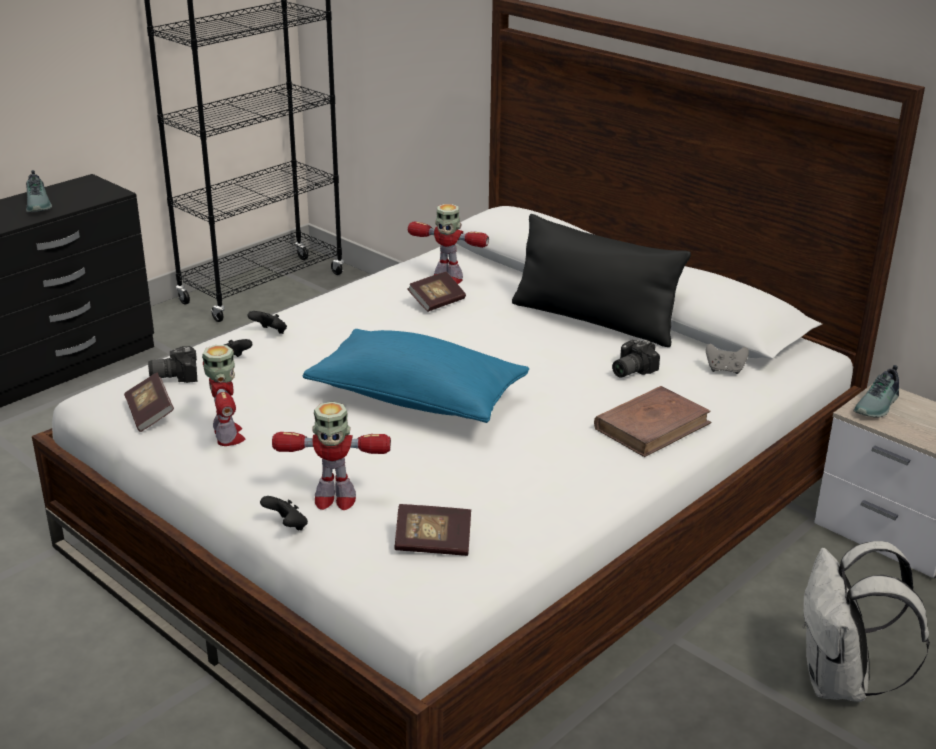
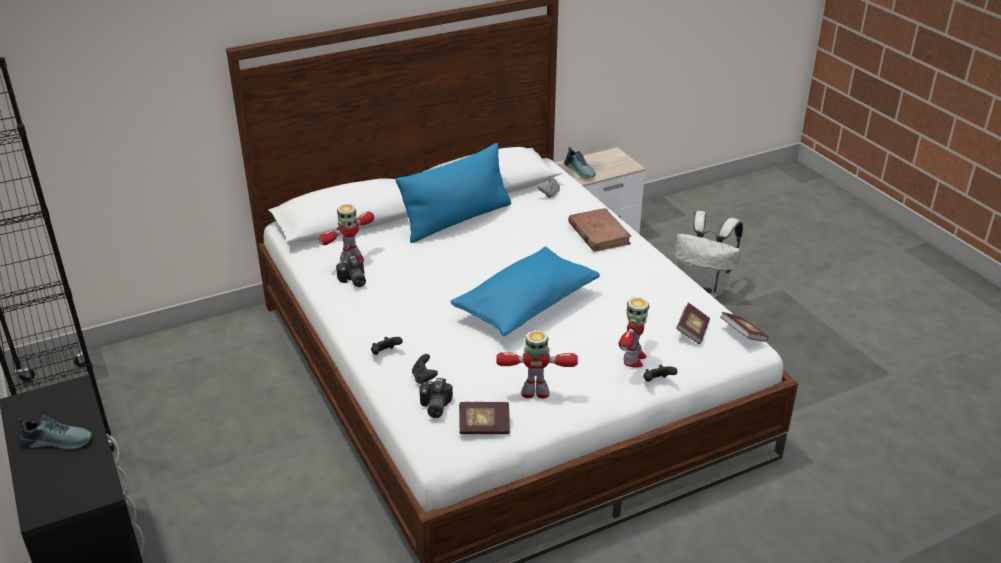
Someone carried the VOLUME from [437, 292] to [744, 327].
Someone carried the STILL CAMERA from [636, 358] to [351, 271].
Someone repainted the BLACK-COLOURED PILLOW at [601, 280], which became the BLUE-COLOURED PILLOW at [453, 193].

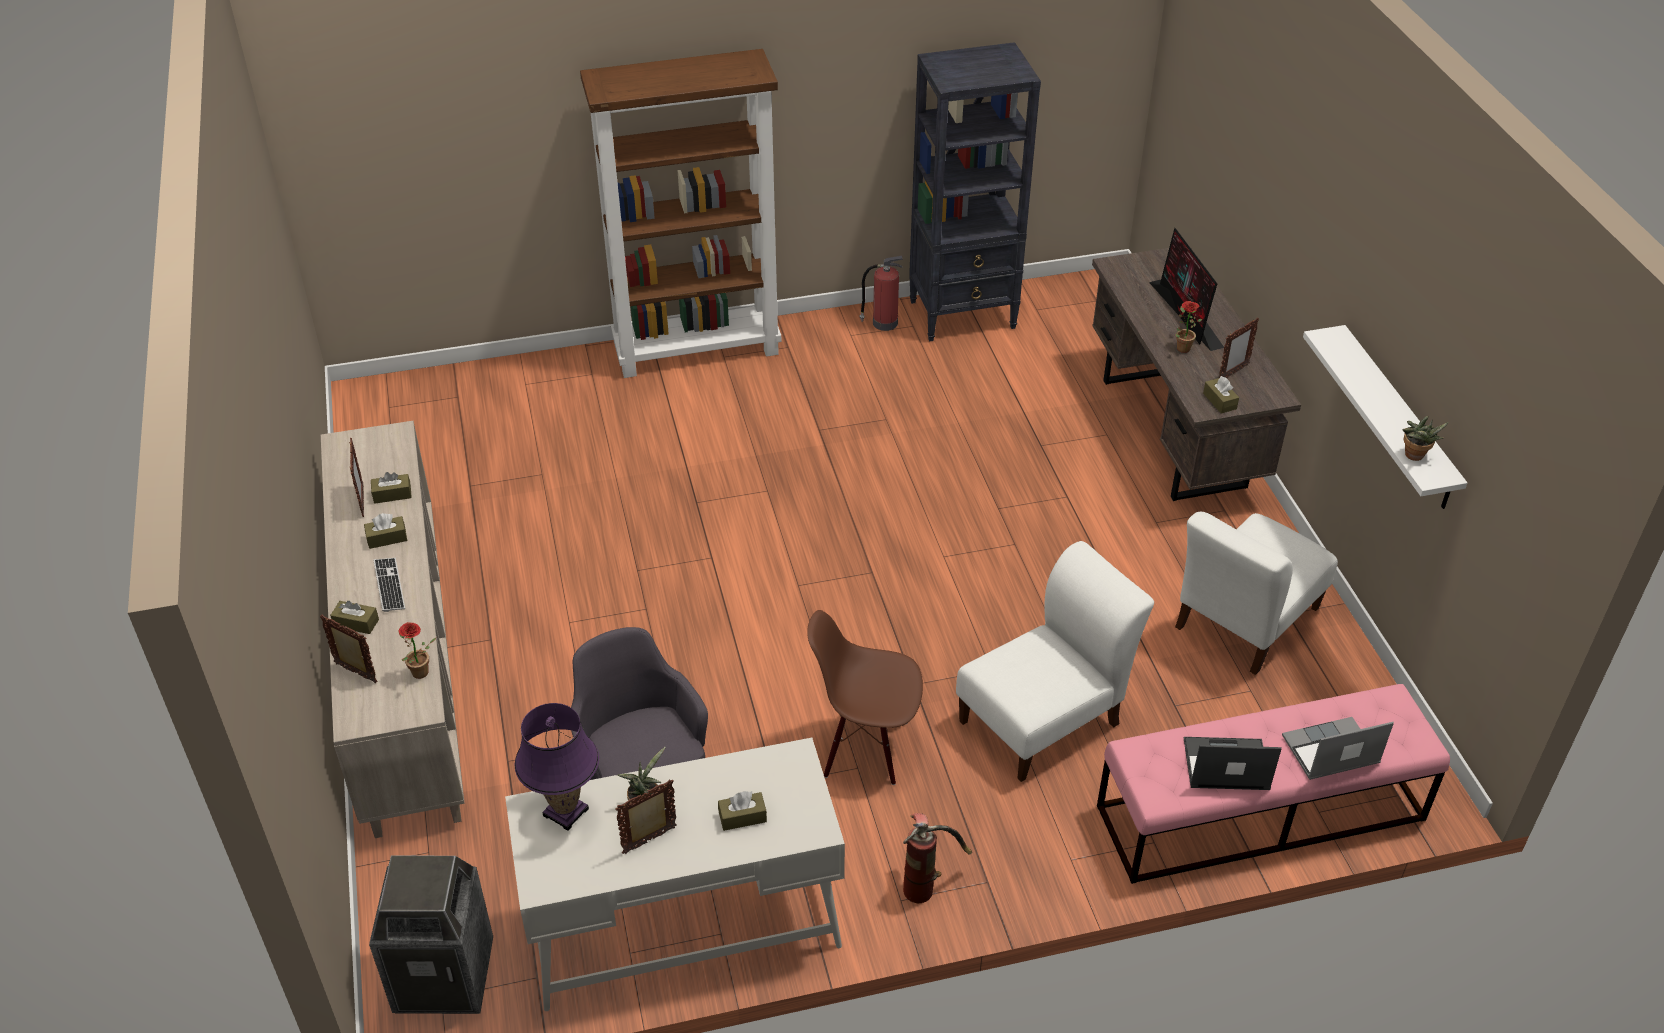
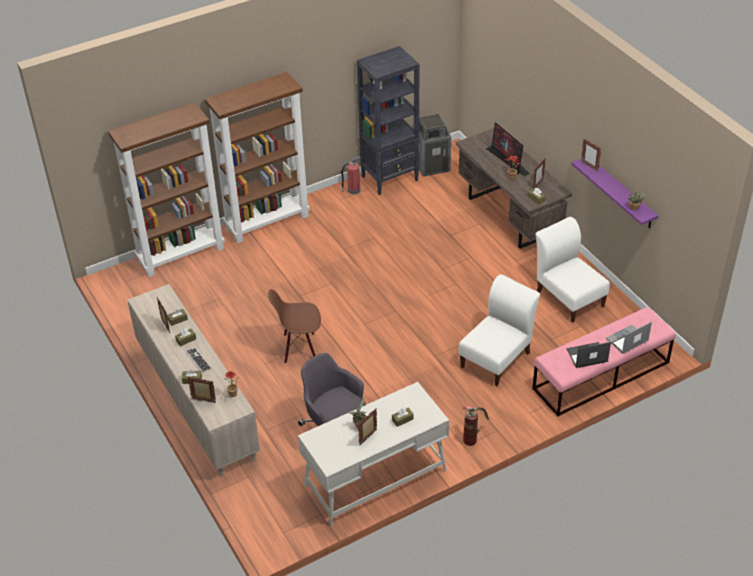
Someone took away the PURPLE TABLE LAMP at [557, 767].
Someone put down the BROWNISH BOOKCASE at [166, 190].
Someone put down the STANDING FRAME at [591, 154].
Someone carried the TRASH CAN from [431, 934] to [435, 145].
Someone carried the BROWNISH UPRIGHT CHAIR from [865, 697] to [294, 326].
Someone repainted the WHITISH BRACKET SHELF at [1385, 417], which became the PURPLE BRACKET SHELF at [615, 193].
Someone rotated the WHITISH UPRIGHT CHAIR at [1256, 593] by 120 degrees clockwise.

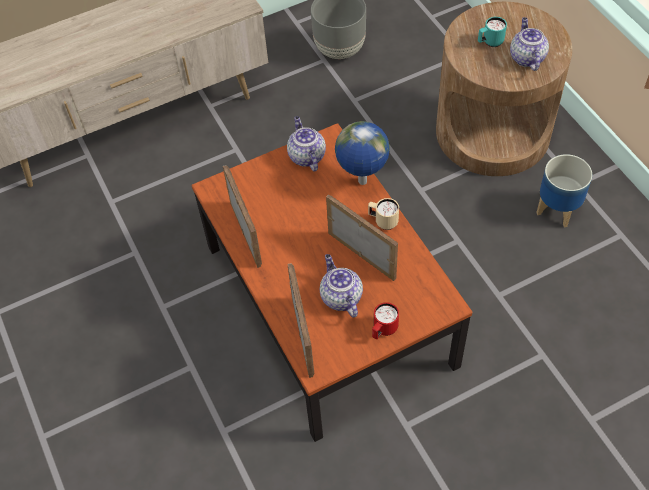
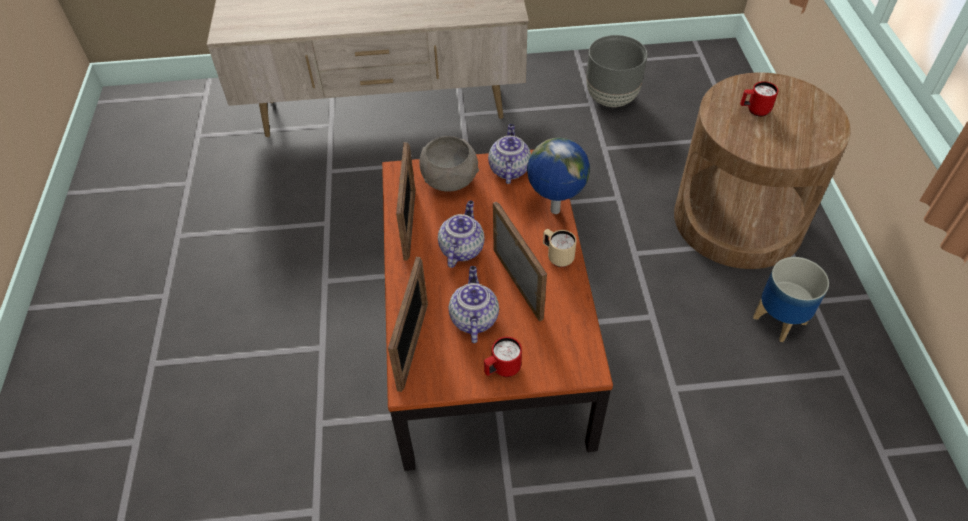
Someone put down the GREYISH BOWL at [449, 164].
Someone carried the POT FOR TEA from [529, 44] to [461, 234].
Someone repainted the TURQUOISE TEA MUG at [492, 32], which became the REDDISH TEA MUG at [759, 99].

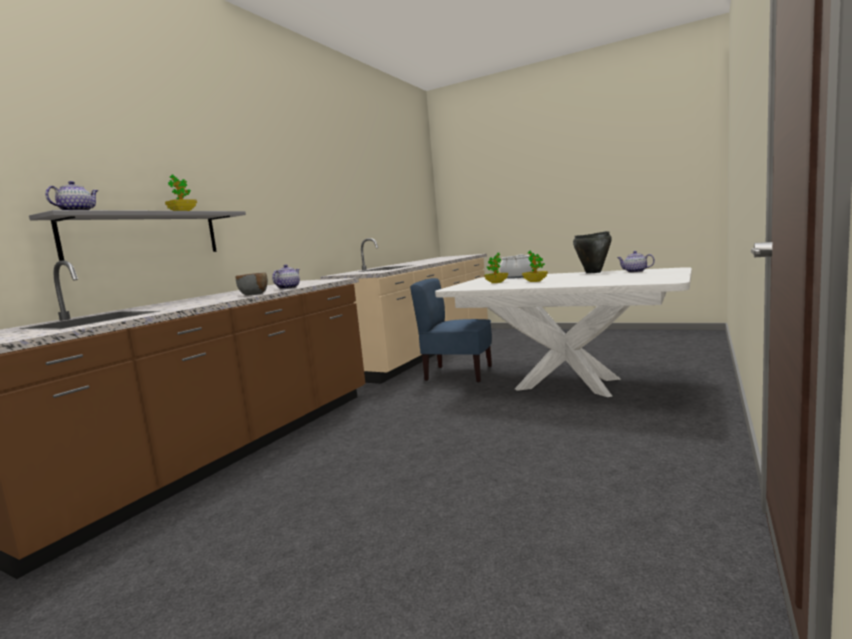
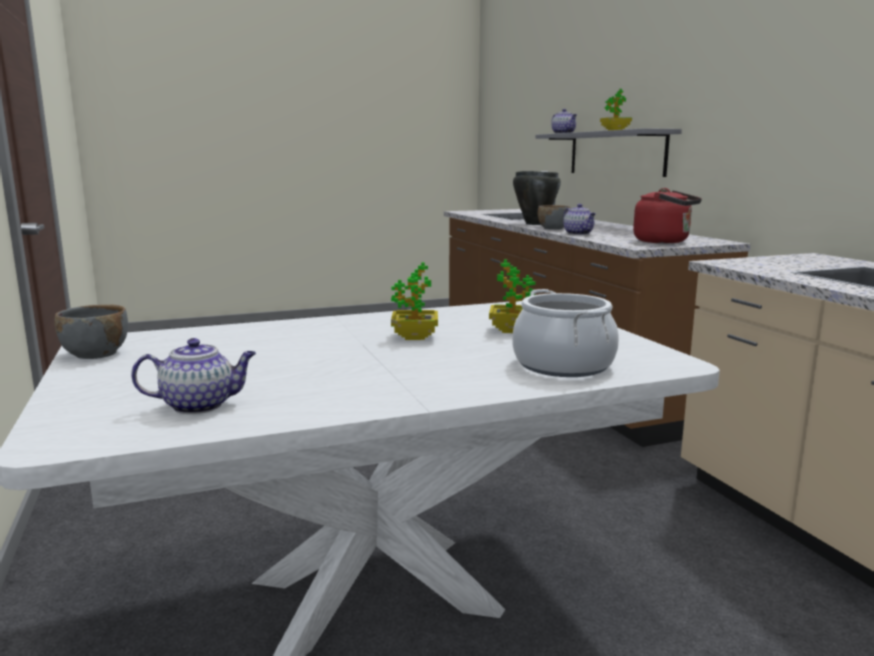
Someone took away the BLUE-COLOURED UPRIGHT CHAIR at [451, 330].
Someone put down the GREYISH BOWL at [91, 332].
Someone put down the REDDISH TEA KETTLE at [667, 215].
Someone carried the BLACK-COLOURED SAUCEPOT from [592, 252] to [537, 198].

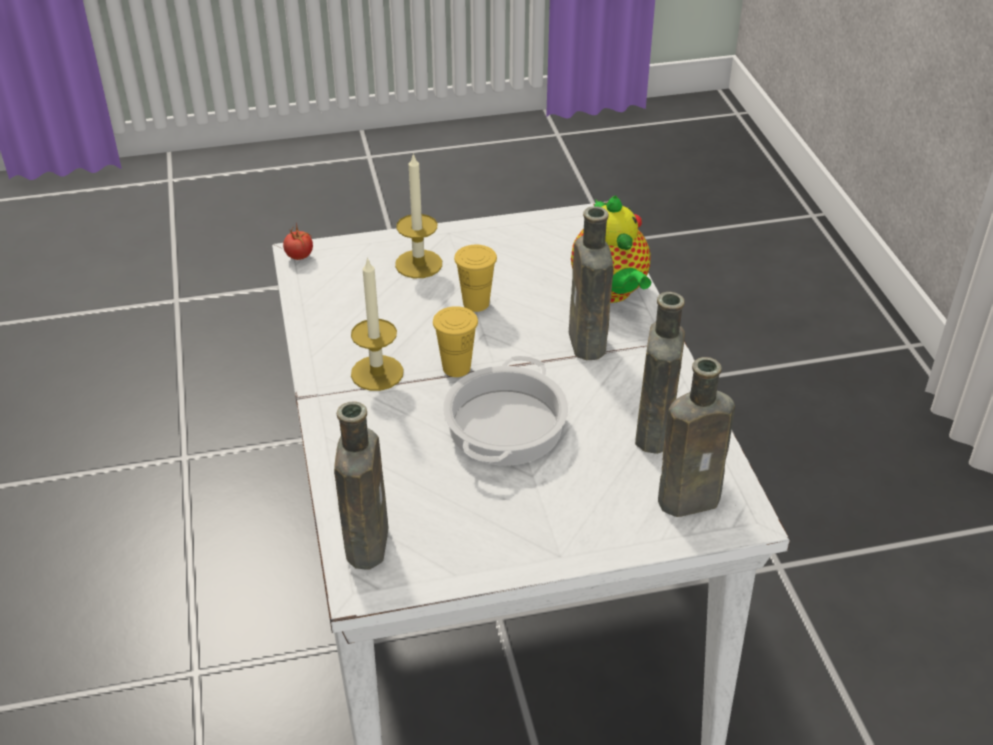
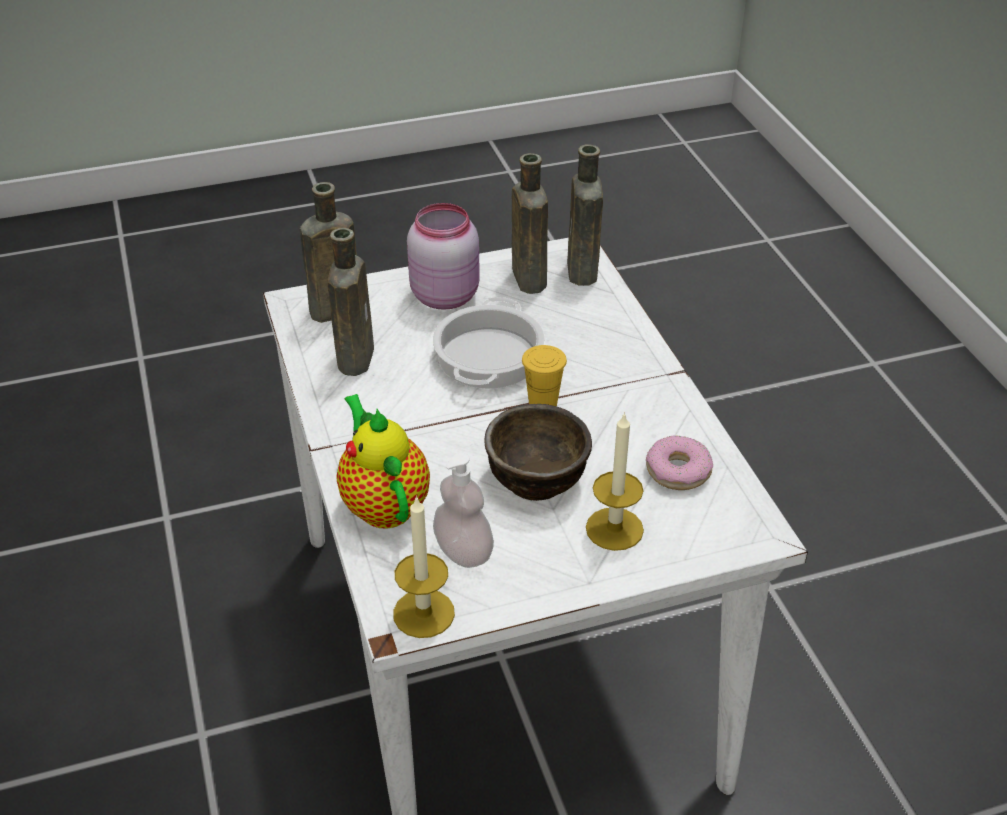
Someone took away the WHOLE TOMATO at [298, 241].
Someone put down the PINK-COLOURED JAR at [443, 256].
Someone put down the LIQUID SOAP BOTTLE at [463, 510].
Someone put down the DONUT at [679, 462].
Someone carried the WAX LIGHT from [377, 324] to [424, 566].
Someone carried the BROWNISH BOTTLE from [591, 283] to [529, 223].
Someone swapped the YELLOW-COLOURED CUP at [475, 278] for the BROWNISH BOWL at [538, 452].

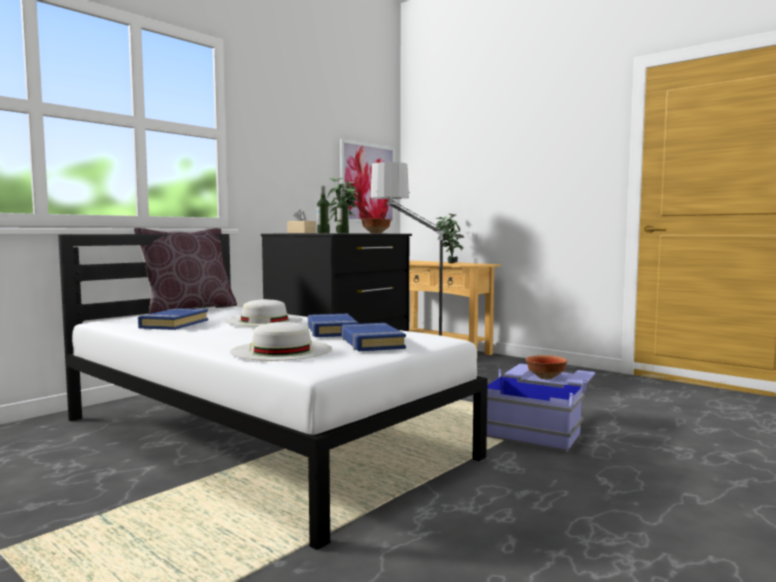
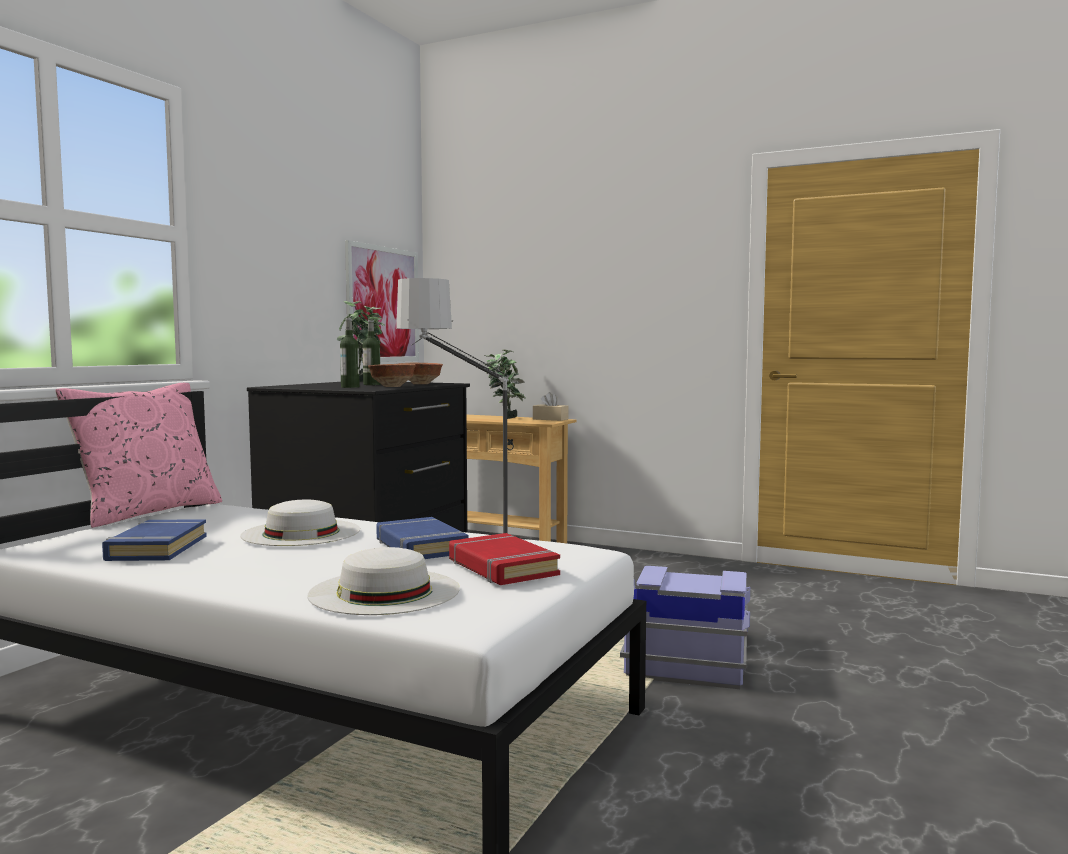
Someone carried the BEIGE-COLOURED TISSUE BOX from [301, 221] to [550, 406].
Someone carried the BOWL from [546, 367] to [392, 375].
Someone repainted the BROWNISH PILLOW at [185, 271], which became the PINK-COLOURED PILLOW at [138, 455].
Someone repainted the BLUE-COLOURED VOLUME at [373, 337], which became the REDDISH VOLUME at [504, 559].

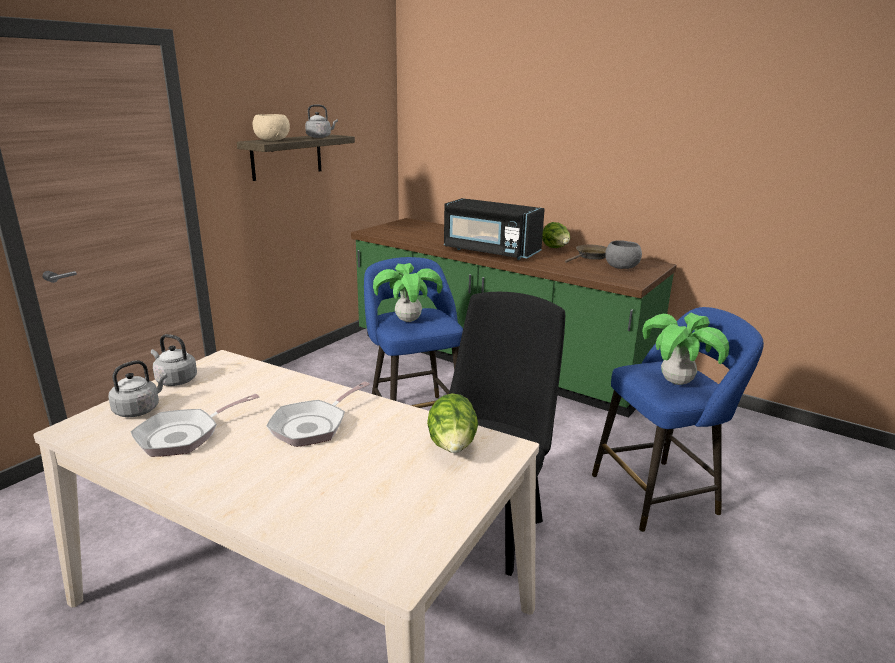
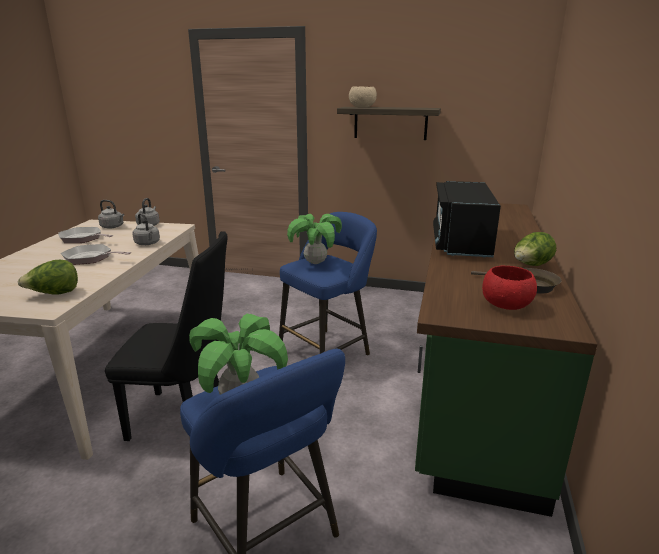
Someone carried the GREYISH TEA KETTLE from [321, 121] to [146, 229].
Someone repainted the GREYISH BOWL at [623, 254], which became the REDDISH BOWL at [509, 288].

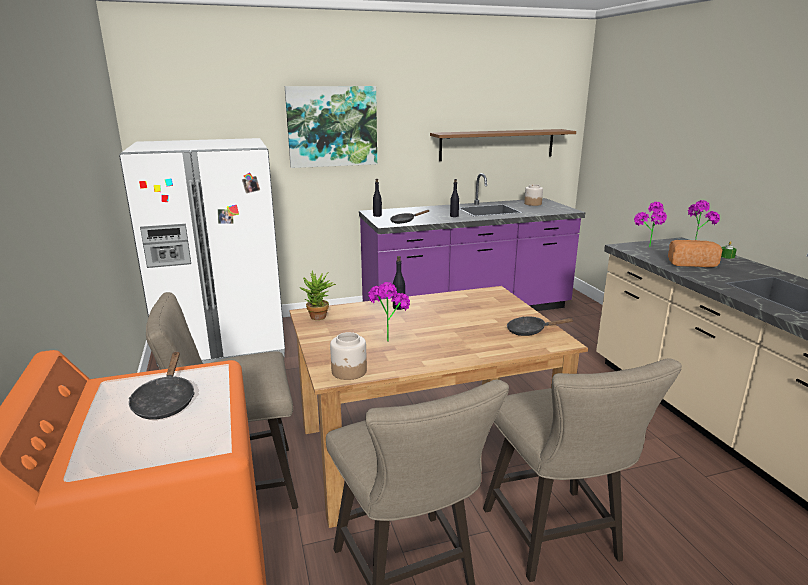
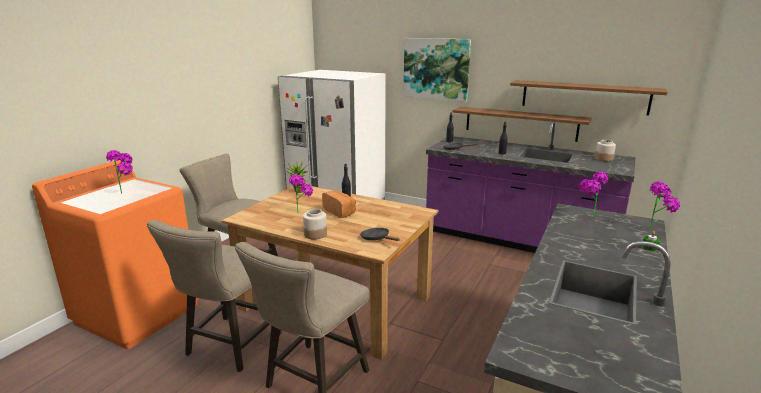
Someone put up the BROWNISH BRACKET SHELF at [521, 124].
Someone carried the JAR from [348, 356] to [315, 224].
Someone carried the BAKED BREAD from [695, 253] to [339, 204].
Someone swapped the BLACK-COLOURED FRYING PAN at [162, 385] for the PLANT IN A POT at [119, 171].

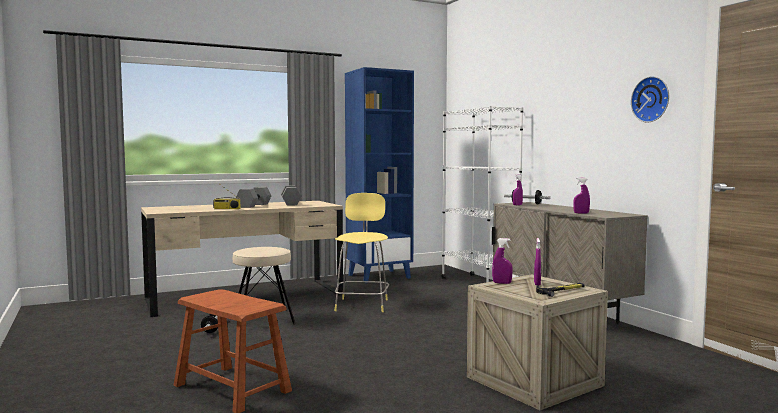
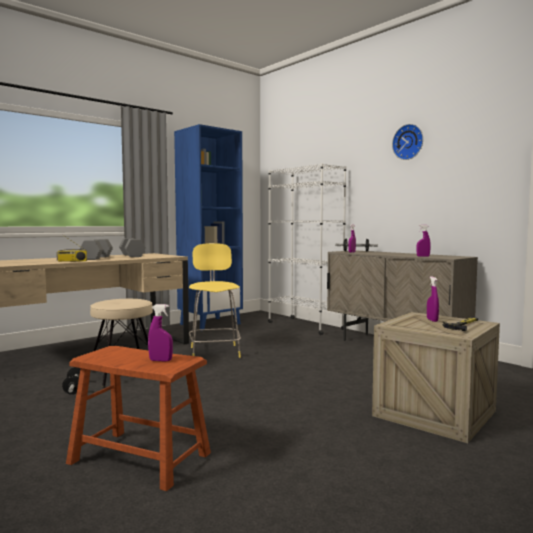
Someone carried the PURPLE SPRAY BOTTLE from [502, 261] to [160, 333].
Someone carried the HANGING CLOCK from [650, 99] to [407, 142].

